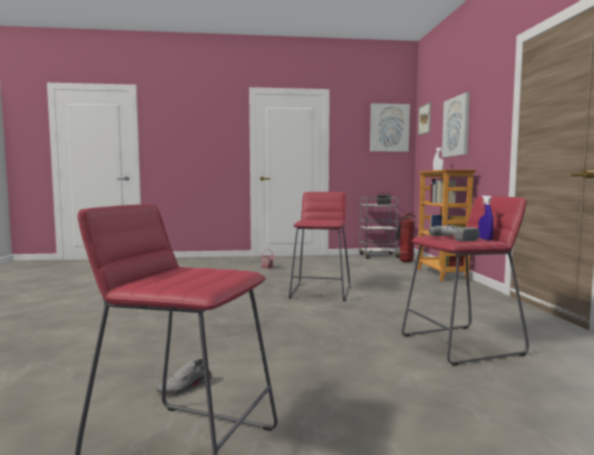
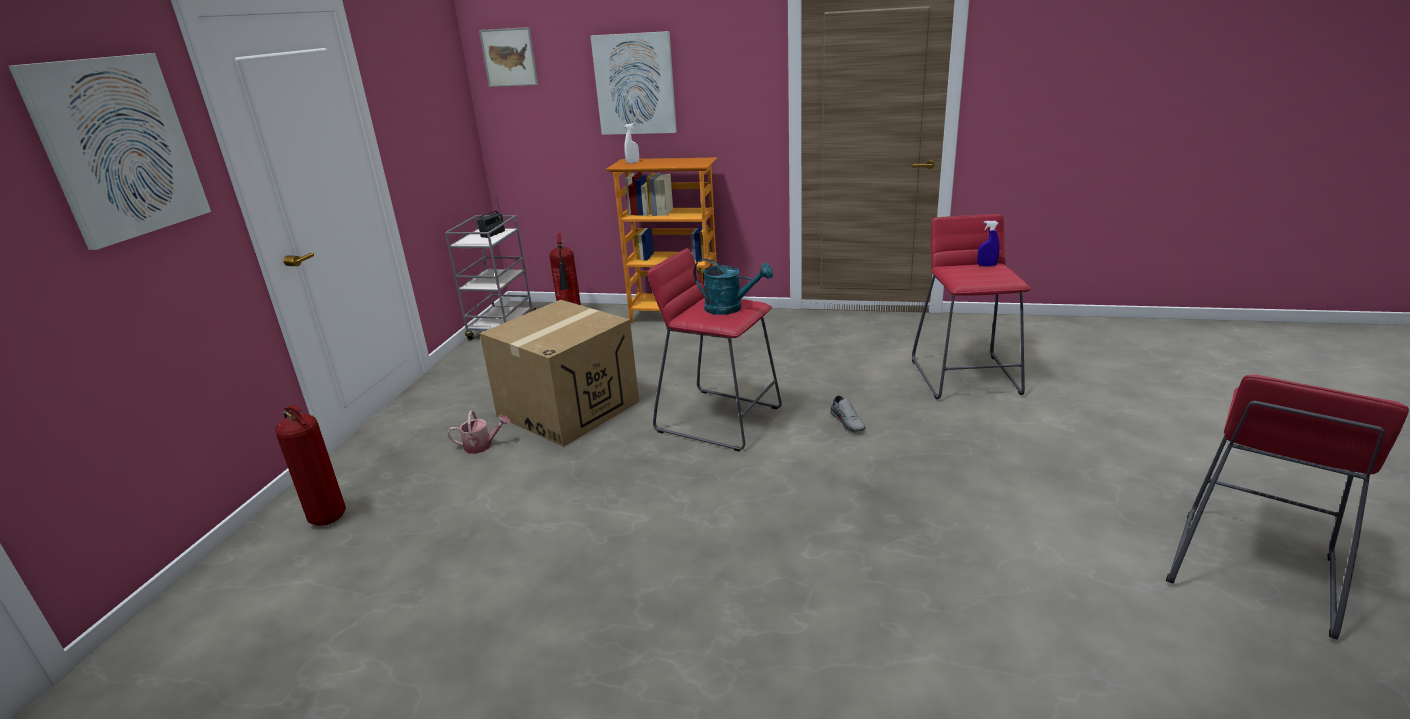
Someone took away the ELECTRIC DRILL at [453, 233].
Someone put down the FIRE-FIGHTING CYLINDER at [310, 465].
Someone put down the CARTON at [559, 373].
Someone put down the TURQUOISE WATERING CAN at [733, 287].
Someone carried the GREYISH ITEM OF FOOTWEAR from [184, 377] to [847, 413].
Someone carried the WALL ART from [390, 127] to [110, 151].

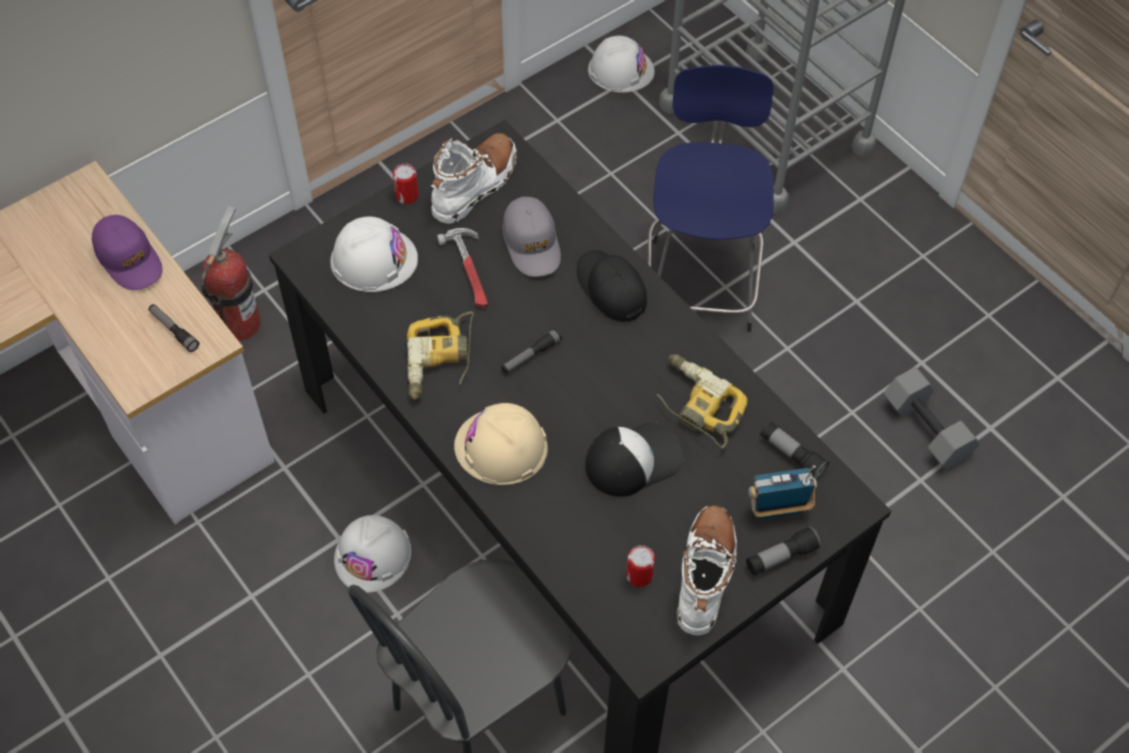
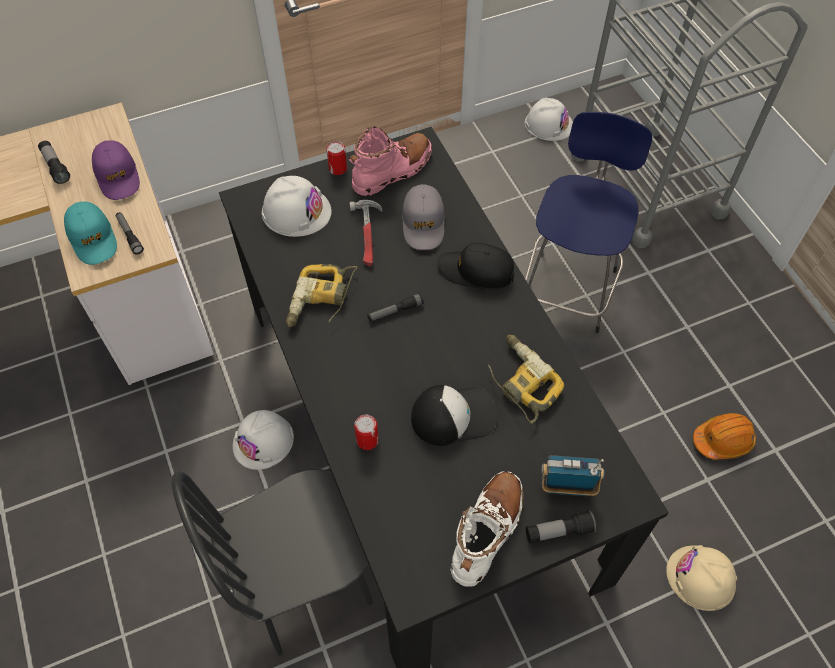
Someone took away the FIRE-FIGHTING CYLINDER at [231, 273].
Someone put down the TURQUOISE PEAKED CAP at [90, 233].
Someone carried the BEIGE-COLOURED HARD HAT from [501, 444] to [701, 578].
Someone carried the SEALED CAN from [640, 566] to [366, 432].
Someone carried the FLASHLIGHT from [794, 451] to [54, 162].
Someone swapped the GREYISH DUMBBELL at [931, 419] for the ORANGE-COLOURED HARD HAT at [724, 436].
Someone repainted the WHITISH HIGH-TOP BOOT at [474, 178], which became the PINK-COLOURED HIGH-TOP BOOT at [390, 161].
Someone rotated the BLACK-COLOURED PEAKED CAP at [612, 286] by 60 degrees counterclockwise.

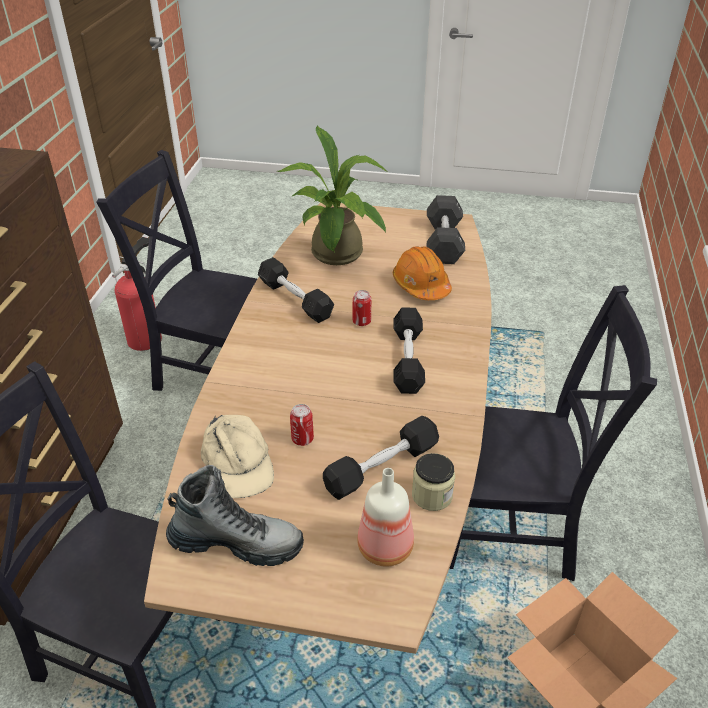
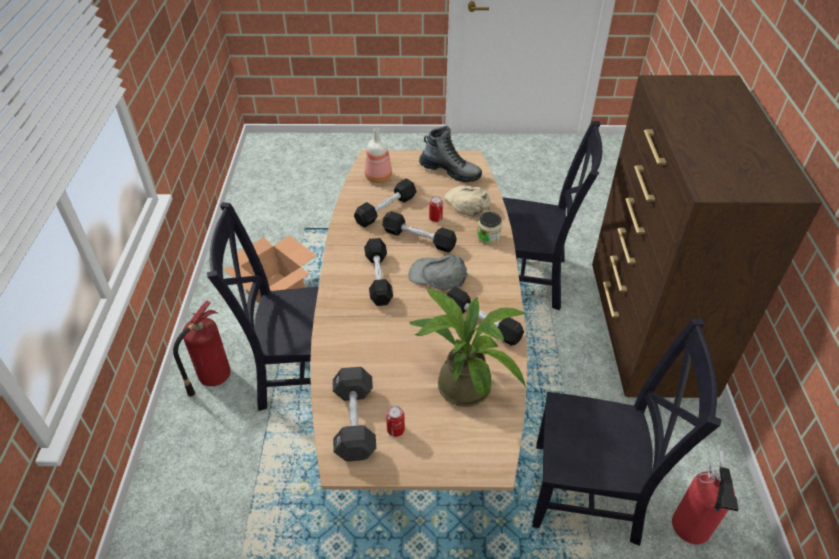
Someone took away the ORANGE-COLOURED HARD HAT at [422, 273].
Someone put down the FIRE-FIGHTING CYLINDER at [201, 348].
Someone put down the BLACK-COLOURED DUMBBELL at [419, 232].
Someone put down the GREYISH PEAKED CAP at [438, 272].
Someone carried the SEALED CAN from [362, 308] to [395, 421].
Someone carried the JAR from [433, 482] to [489, 228].
Someone rotated the HIGH-TOP BOOT at [235, 515] by 150 degrees counterclockwise.

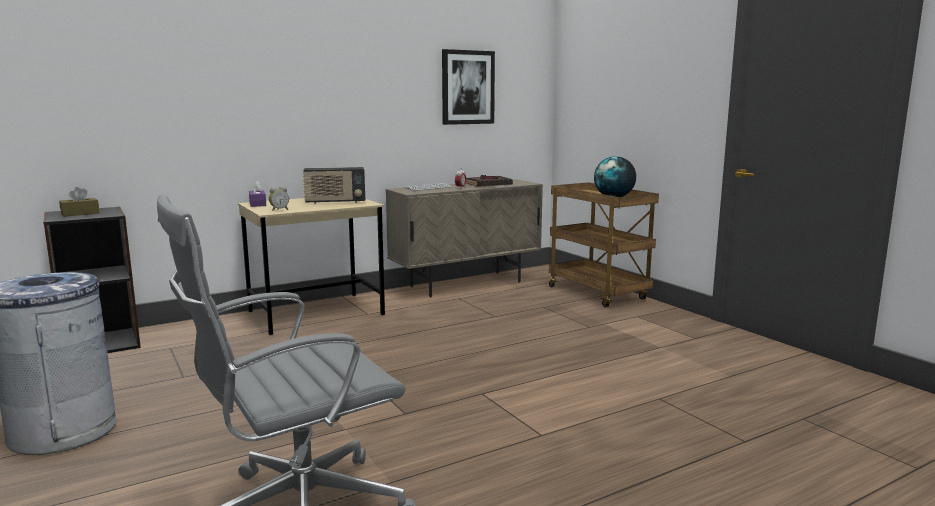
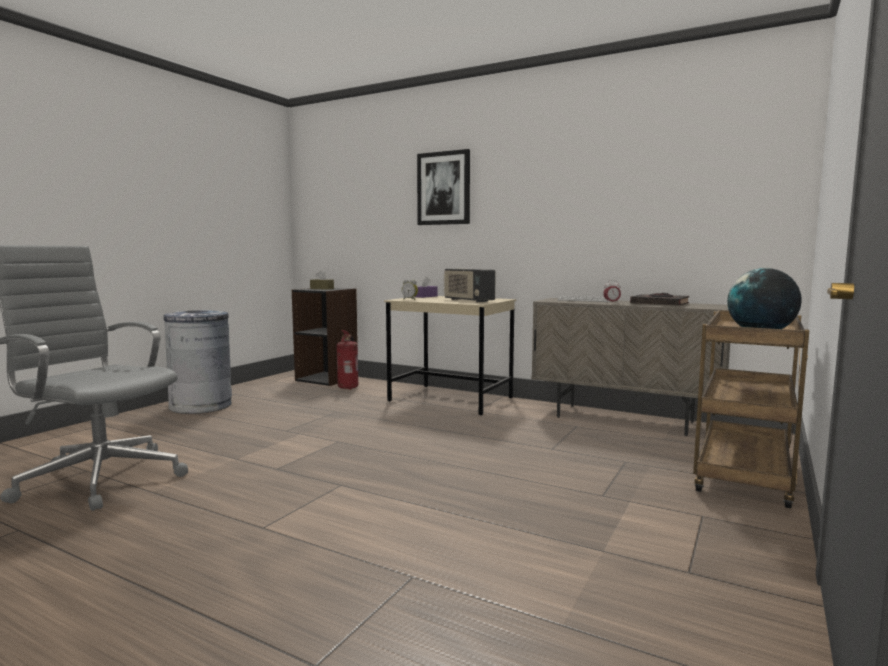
Someone put down the FIRE-FIGHTING CYLINDER at [347, 360].
Someone carried the WALL ART from [468, 87] to [443, 187].

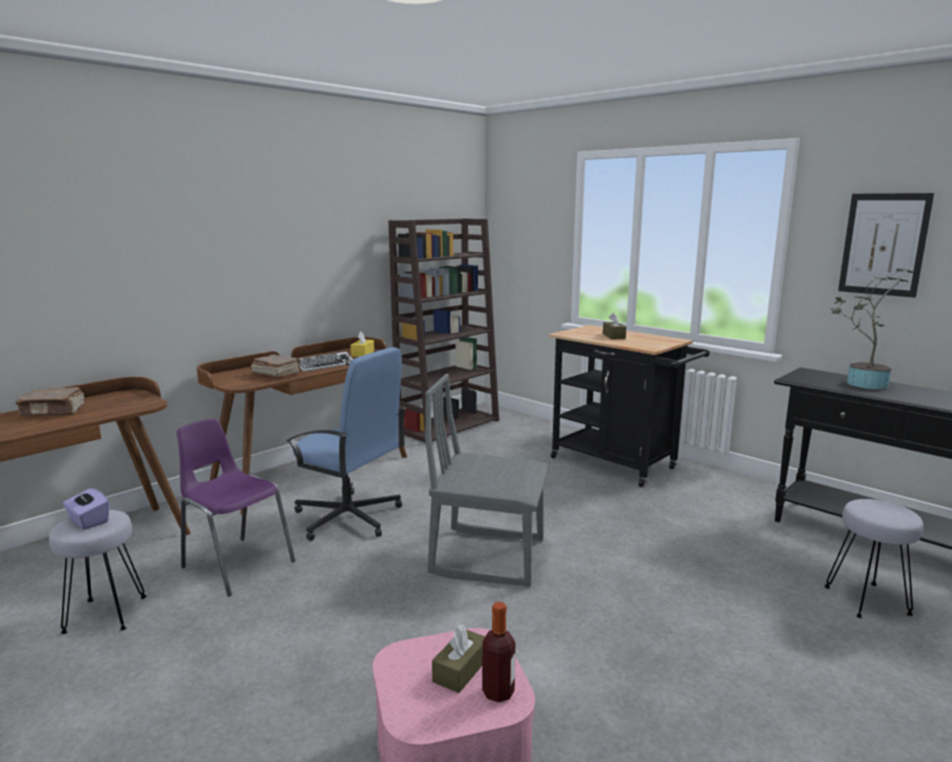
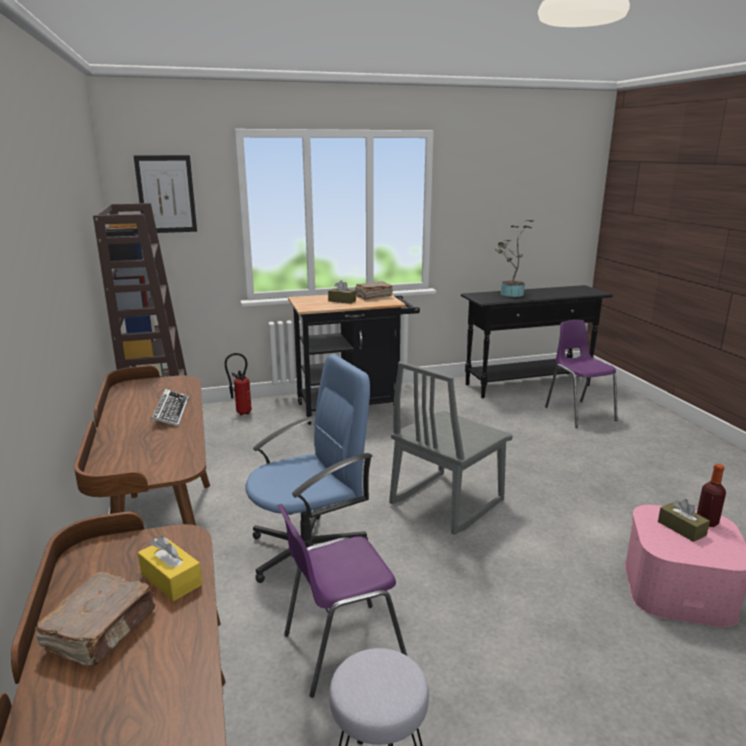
Someone took away the PURPLE TISSUE BOX at [86, 509].
Someone put down the FIRE-FIGHTING CYLINDER at [238, 384].
Someone carried the BROWNISH VOLUME from [276, 365] to [374, 290].
Someone carried the YELLOW-COLOURED TISSUE BOX from [362, 344] to [170, 568].
Someone carried the WALL ART from [886, 245] to [165, 194].
Someone swapped the GREYISH STOOL SEAT at [874, 558] for the PURPLE UPRIGHT CHAIR at [581, 374].

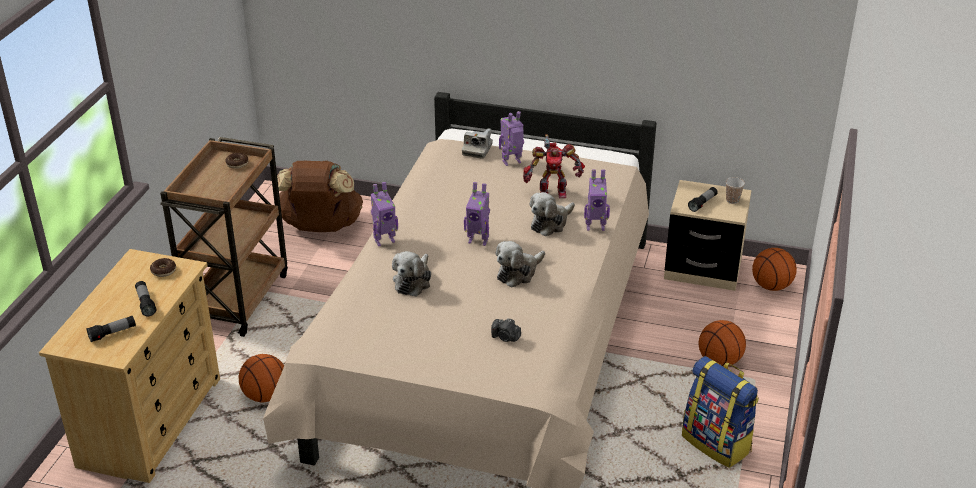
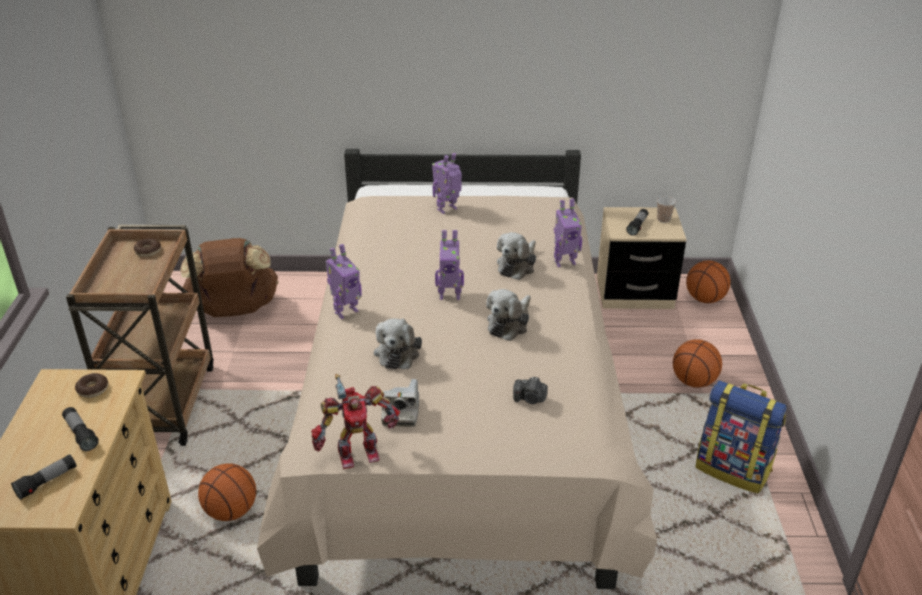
Someone carried the STILL CAMERA from [477, 143] to [400, 403].
Someone carried the TOY ROBOT from [554, 166] to [355, 421].

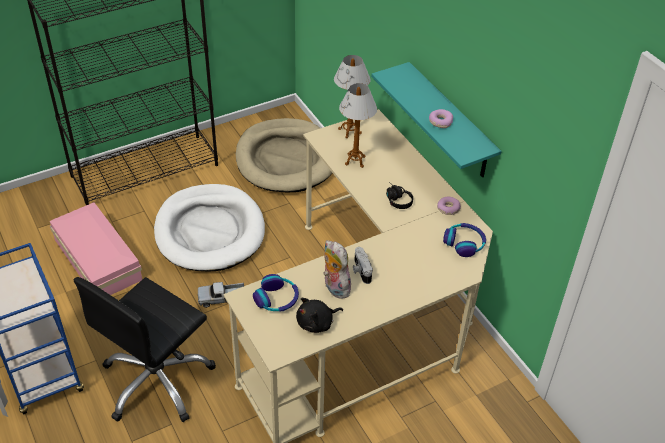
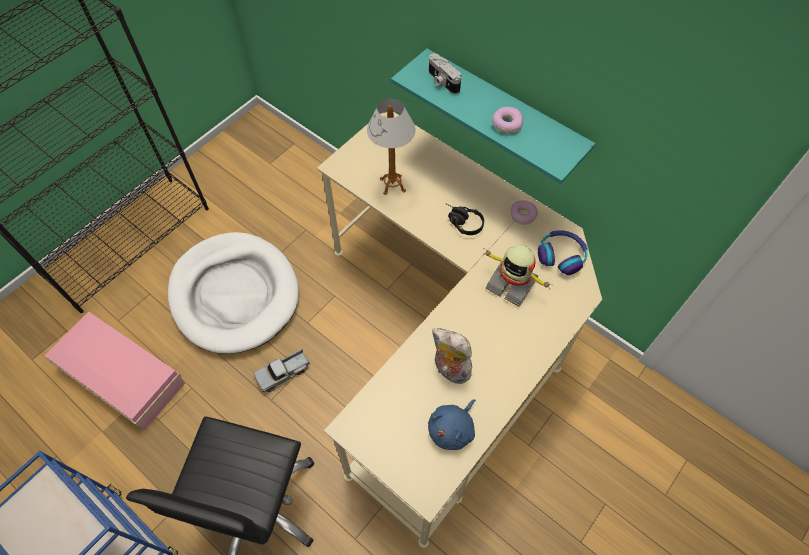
Someone took away the BEIGE-COLOURED PET BED at [284, 155].
Someone took away the PAIR OF HEADPHONES at [276, 293].
Someone took away the TABLE LAMP at [352, 96].
Someone put down the TOY ROBOT at [517, 276].
Someone carried the STILL CAMERA from [363, 265] to [445, 73].
Someone repainted the BLACK-COLOURED CUDDLY TOY at [319, 315], which became the BLUE-COLOURED CUDDLY TOY at [452, 424].

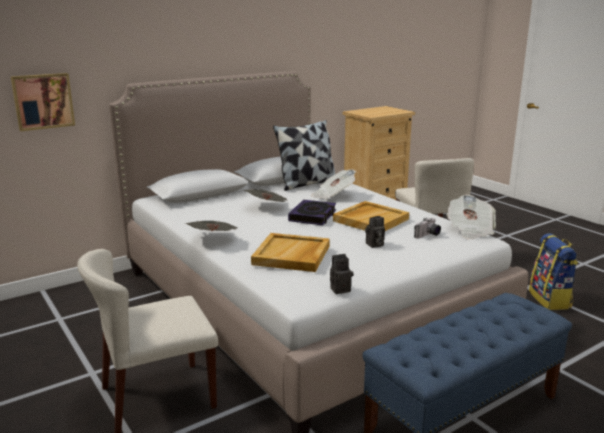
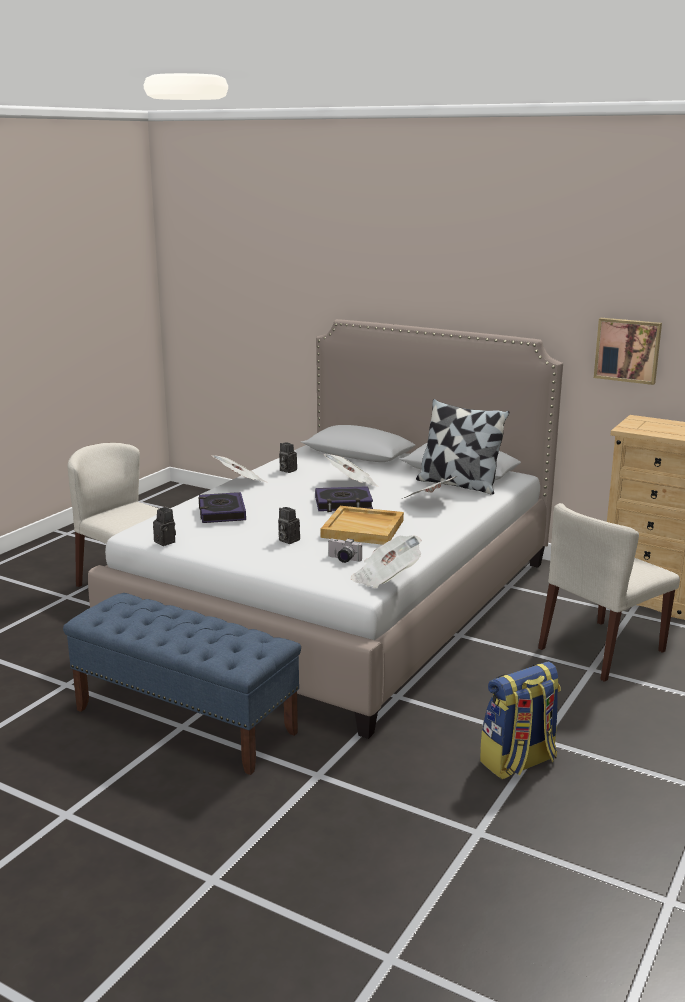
Someone put down the STILL CAMERA at [288, 457].
Someone carried the WALL ART from [43, 102] to [628, 351].
Someone swapped the BEIGE-COLOURED CARRYING TRAY at [290, 252] for the VOLUME at [222, 507].

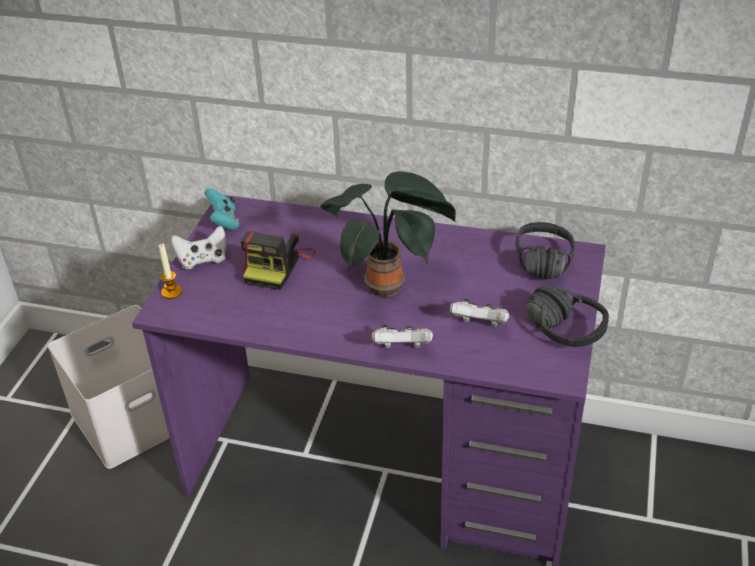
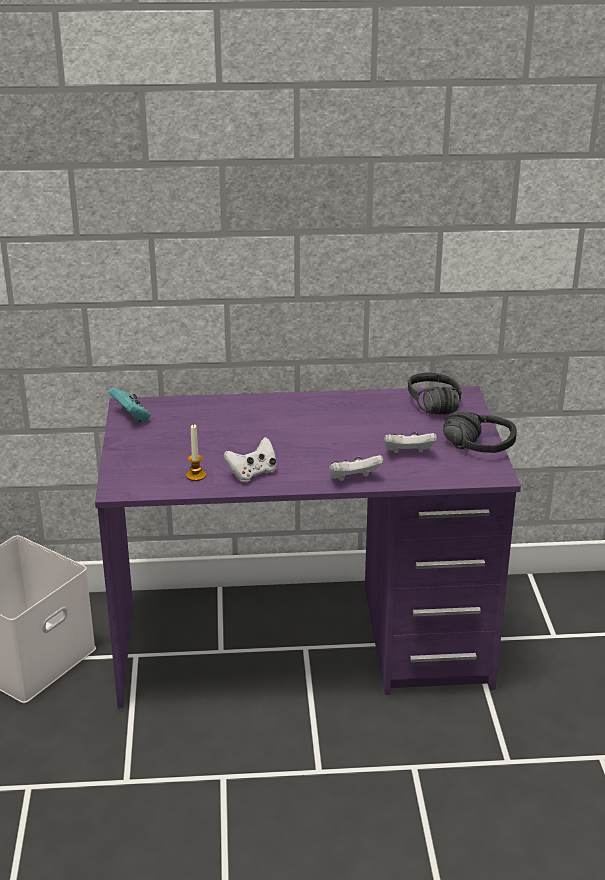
Someone took away the STILL CAMERA at [278, 260].
Someone took away the PLANT IN A POT at [388, 234].
Someone carried the WAX LIGHT from [170, 271] to [196, 452].
Someone carried the WHITISH GAMEPAD from [198, 247] to [250, 459].

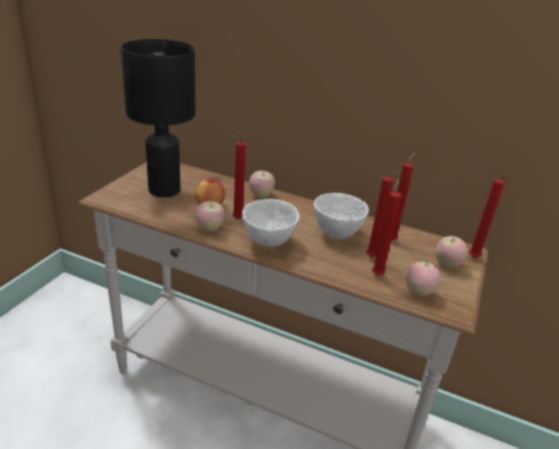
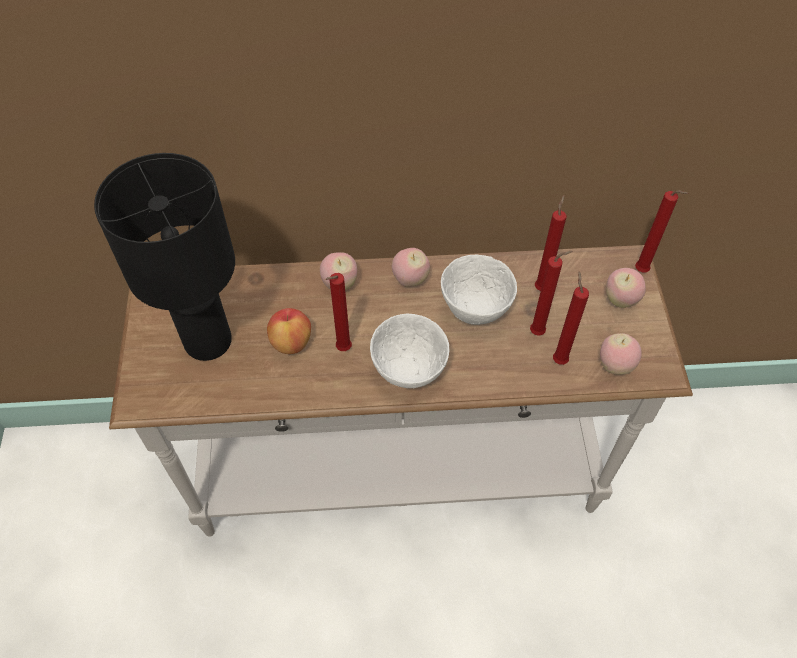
Someone carried the APPLE from [209, 216] to [411, 267].

